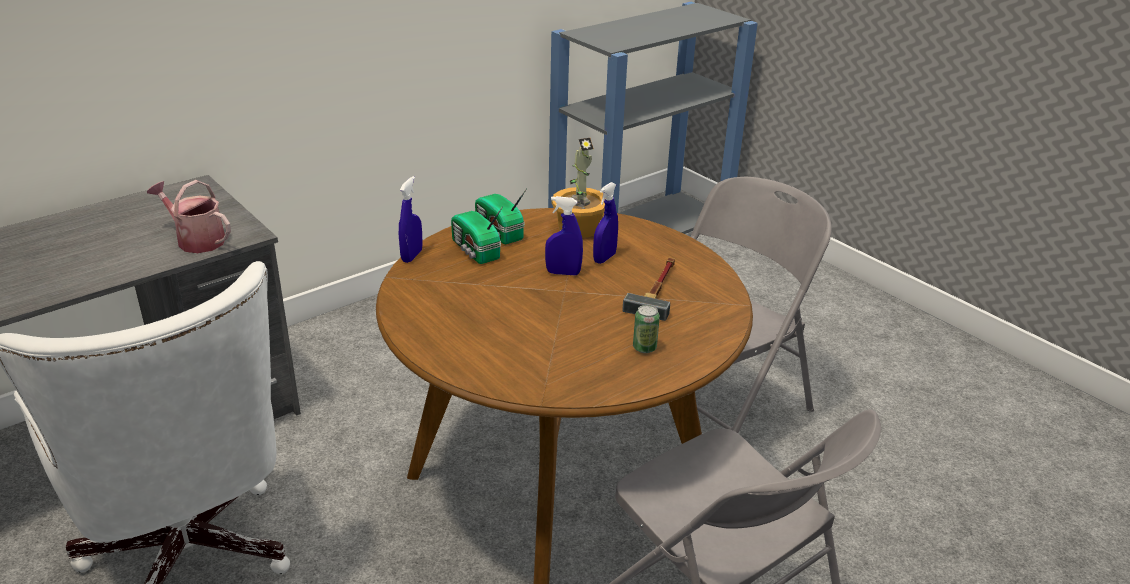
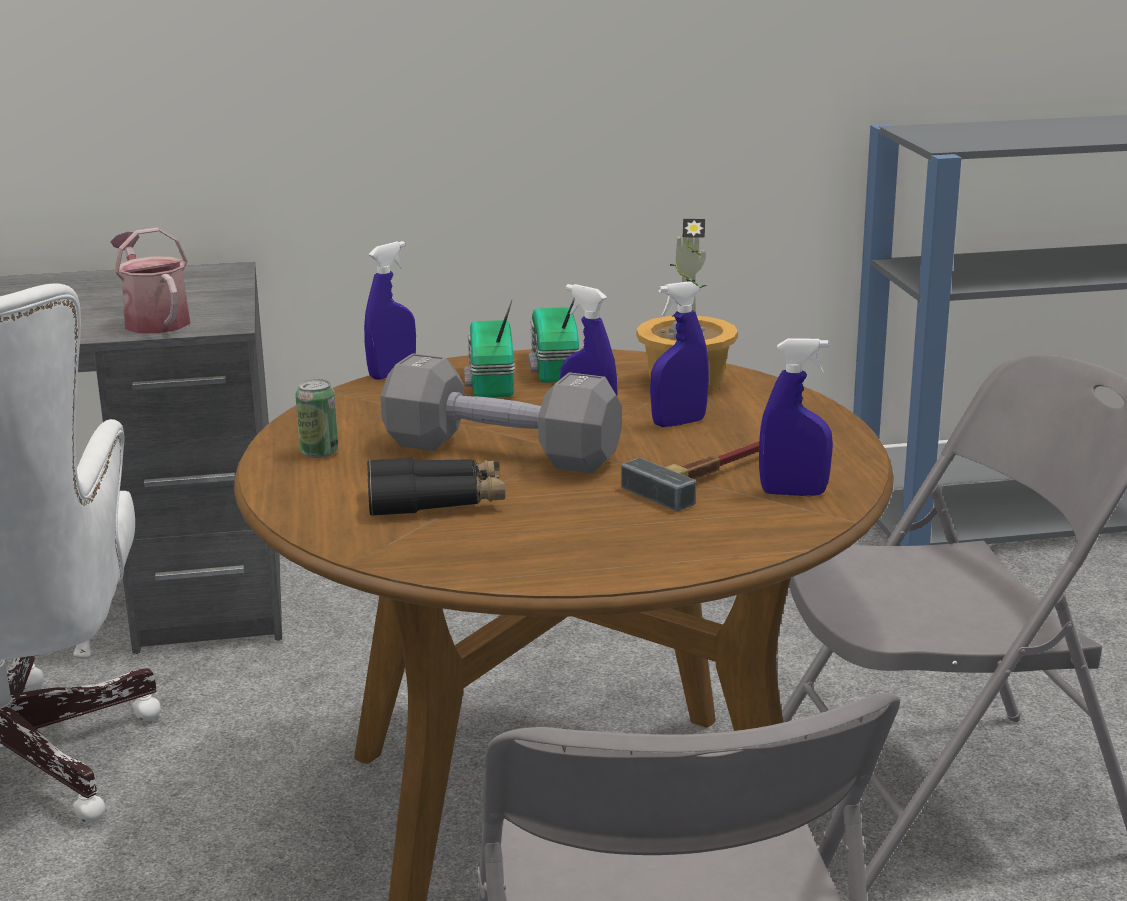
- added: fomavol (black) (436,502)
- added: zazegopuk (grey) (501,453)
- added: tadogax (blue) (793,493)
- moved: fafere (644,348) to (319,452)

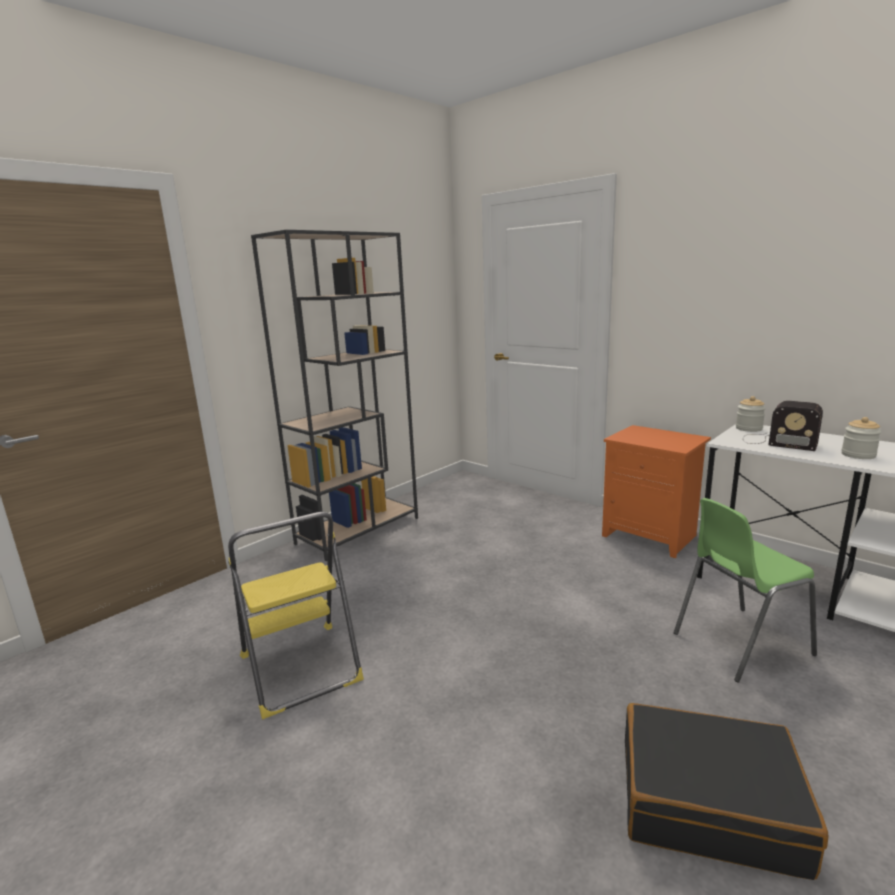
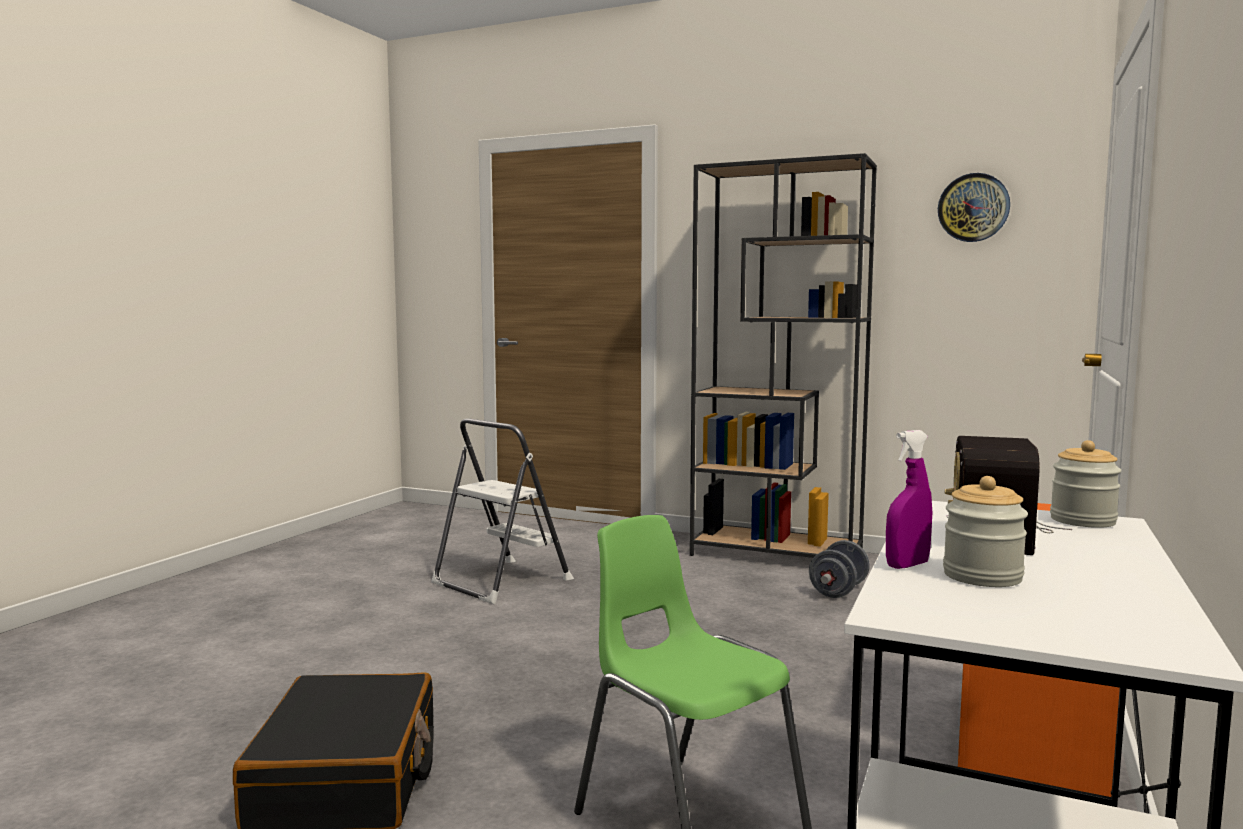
- added: zazegopuk (grey) (838,591)
- added: tadogax (purple) (907,565)
- added: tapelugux (973,207)
- recoloured: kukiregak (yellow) (300,670) to kukiregak (white) (497,582)

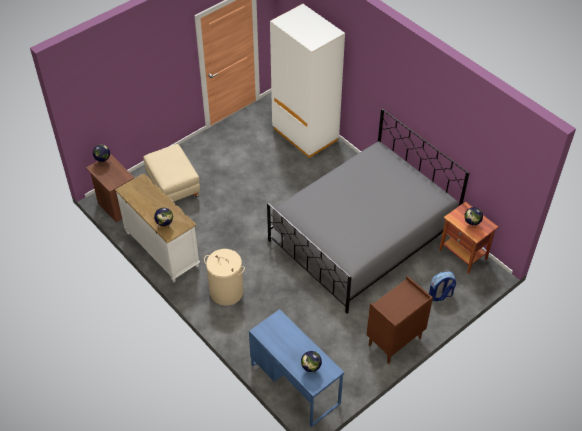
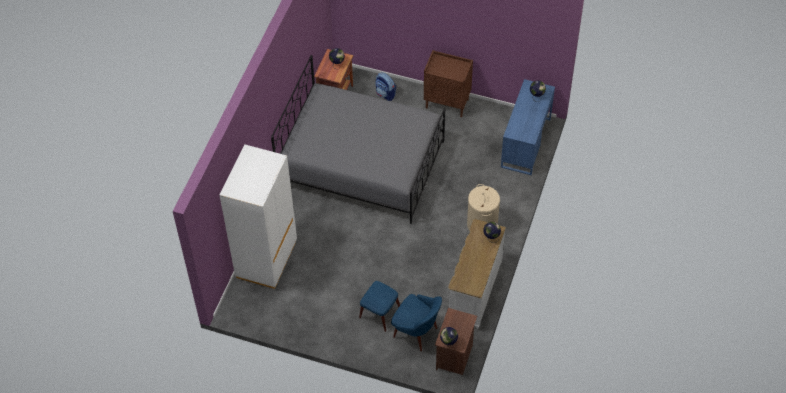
- replaced: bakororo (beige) (173,188) to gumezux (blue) (403,326)

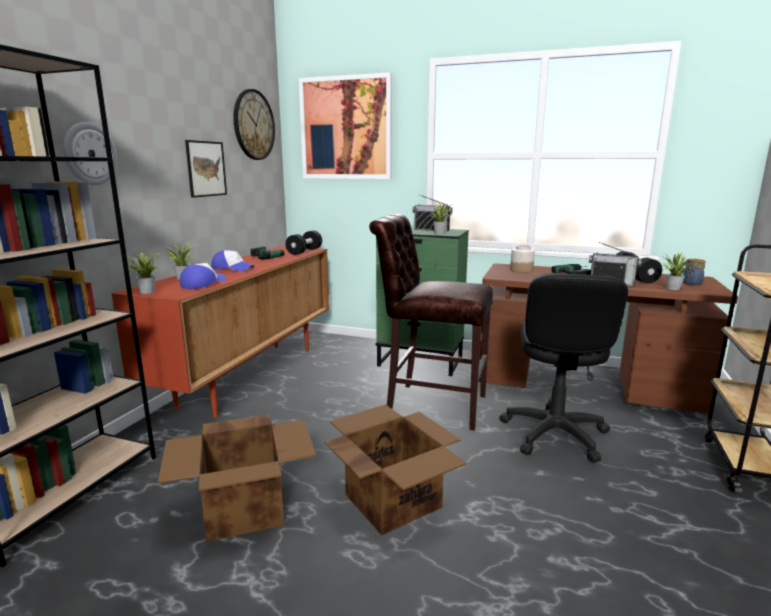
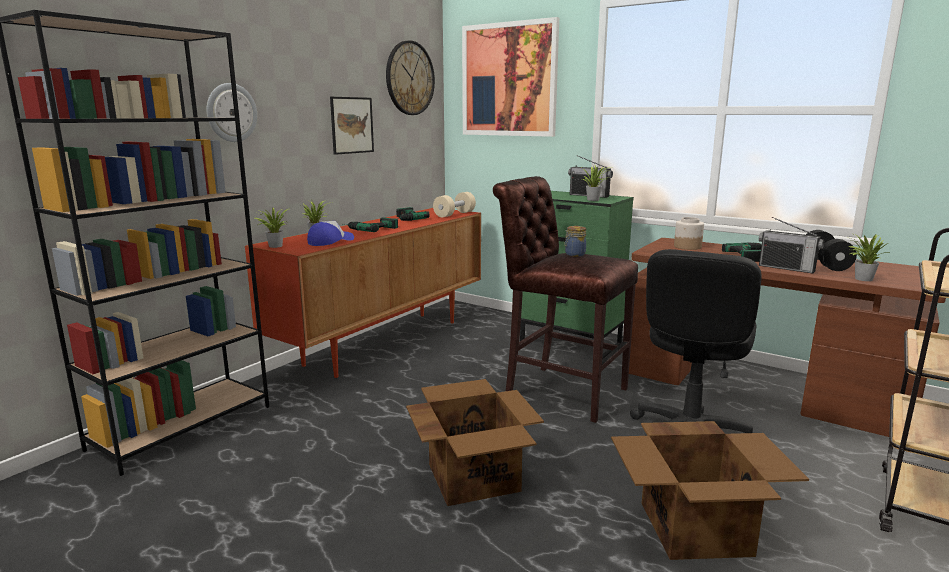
- moved: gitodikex (245,509) to (697,528)
- moved: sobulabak (691,283) to (574,254)
- replaced: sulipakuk (232,268) to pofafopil (369,228)
- recoloured: zazegopuk (black) (304,251) to zazegopuk (beige) (454,214)

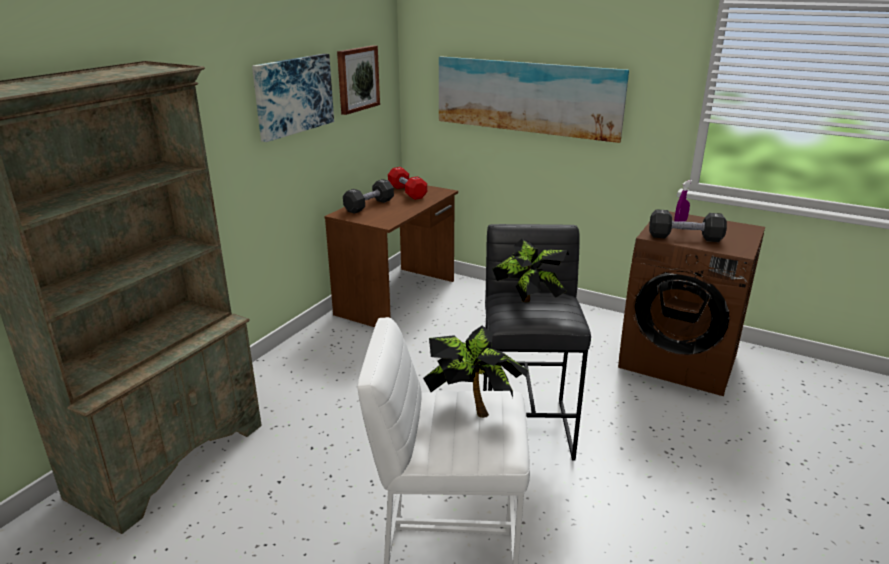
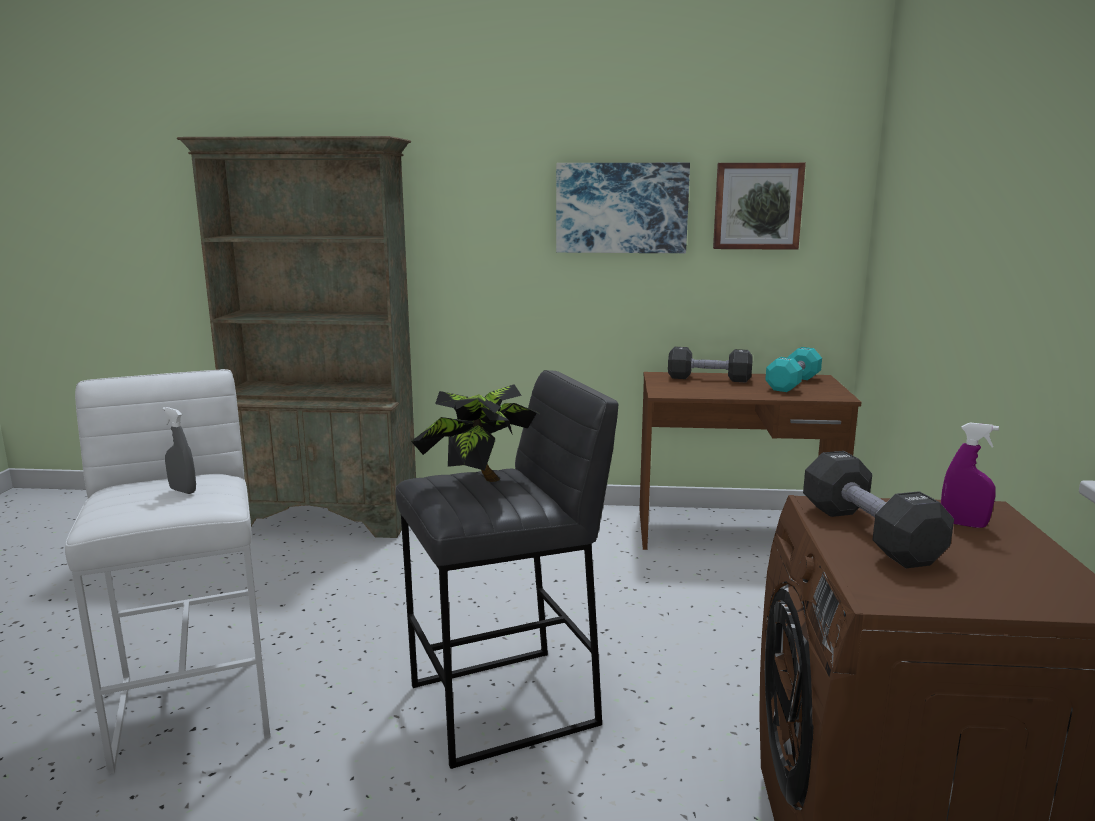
- removed: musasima (527,96)
- replaced: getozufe (473,408) to tadogax (grey) (183,490)
- recoloured: zazegopuk (red) (407,192) to zazegopuk (turquoise) (793,383)

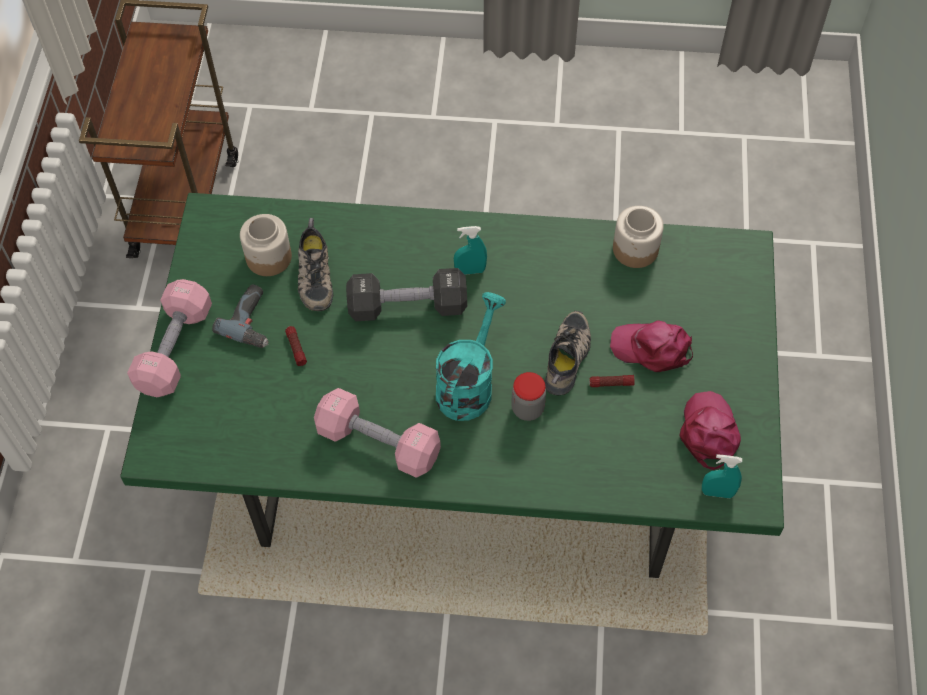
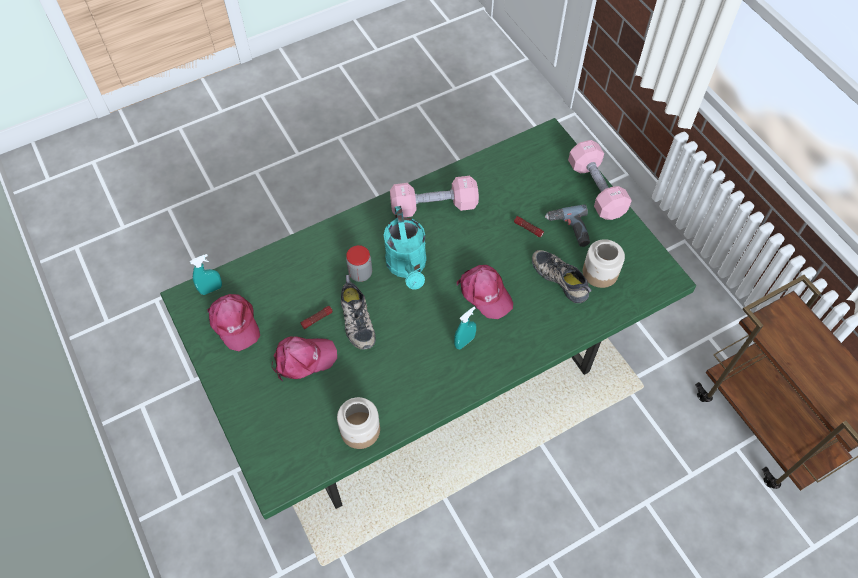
- replaced: zazegopuk (black) (407,306) to sulipakuk (pink) (485,293)

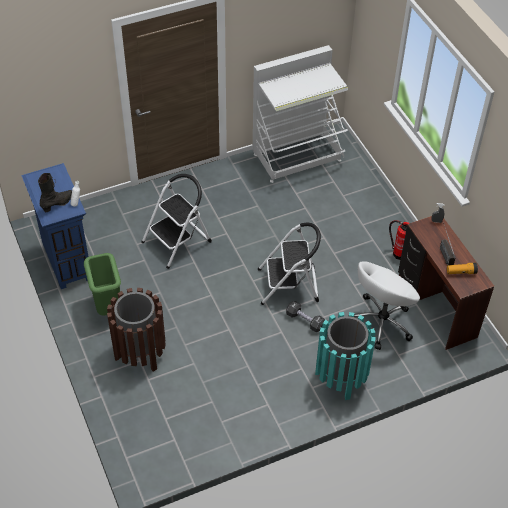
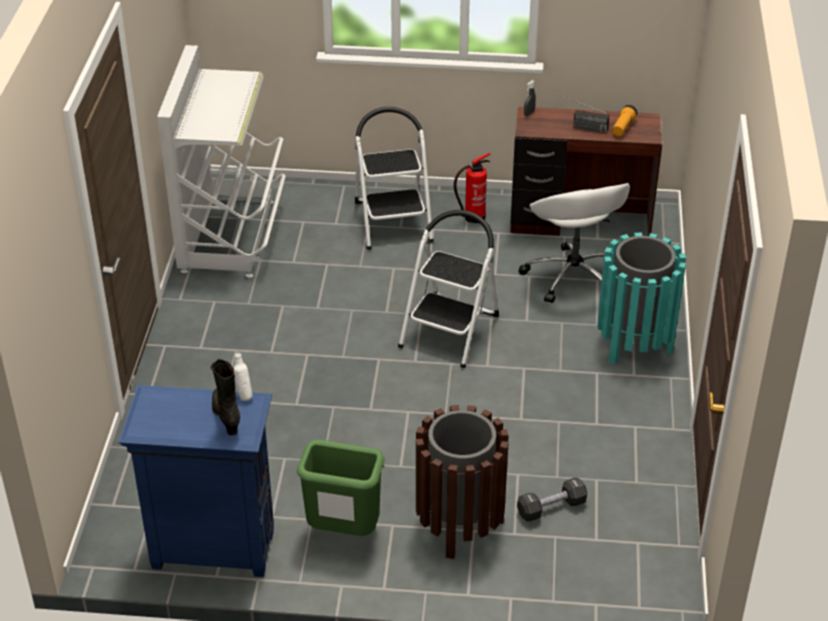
- moved: kukiregak (178,241) to (393,220)
- moved: zazegopuk (black) (305,320) to (551,508)

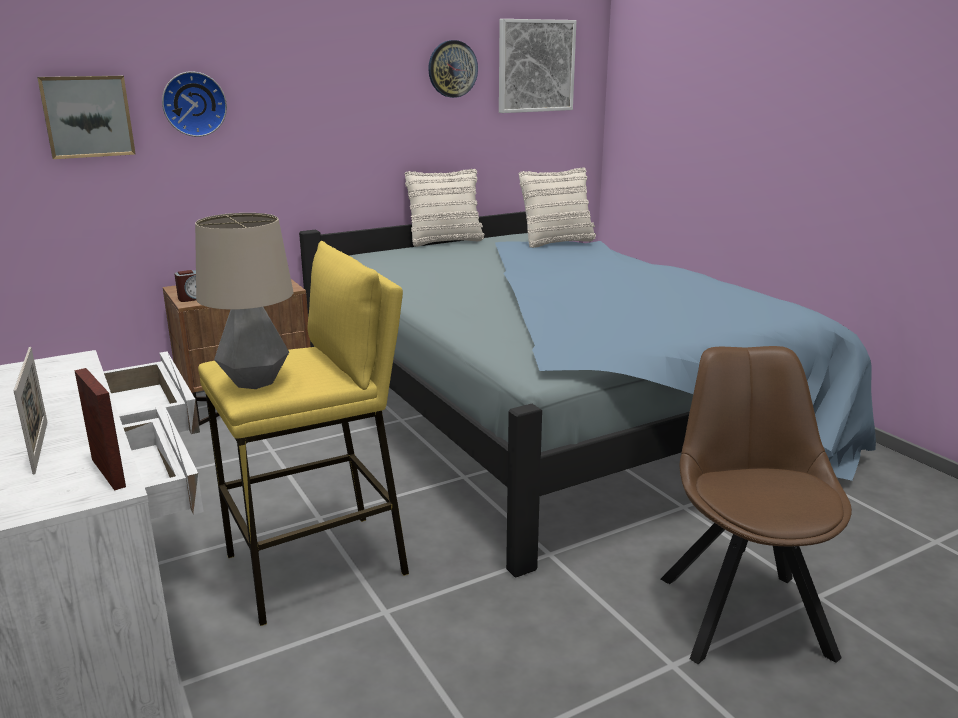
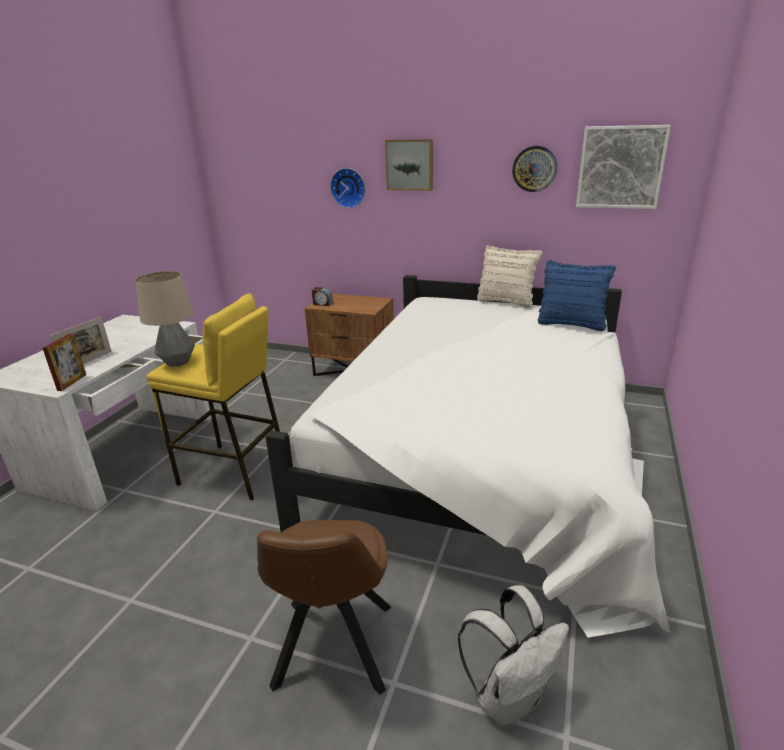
- added: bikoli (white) (510,696)
- moved: musasima (87,116) to (410,164)
- recoloured: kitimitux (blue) (556,415) to kitimitux (white) (483,457)
- recoloured: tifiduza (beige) (556,243) to tifiduza (blue) (571,325)
- turned: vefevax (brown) (742,613) = (334,648) 135 degrees clockwise

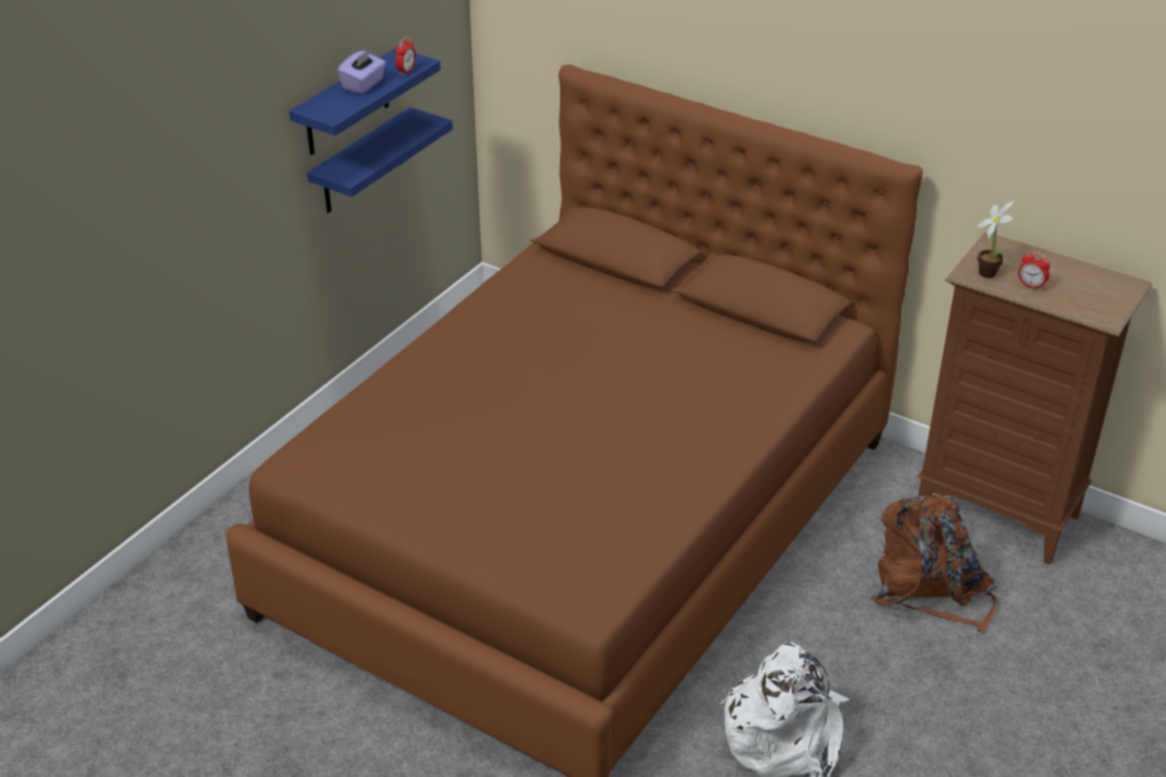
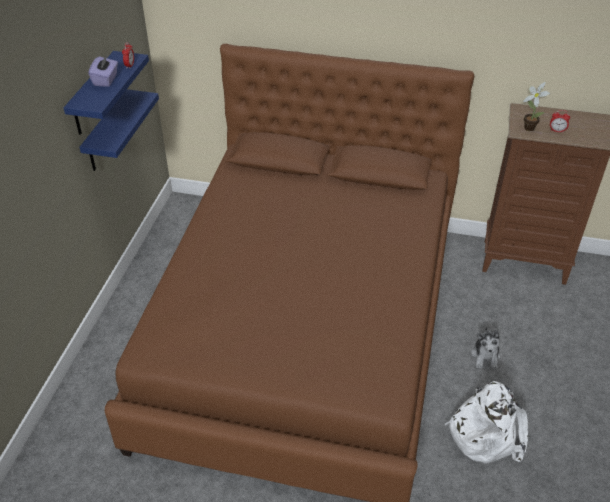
- removed: bikoli (brown) (930,589)
- added: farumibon (485,356)

